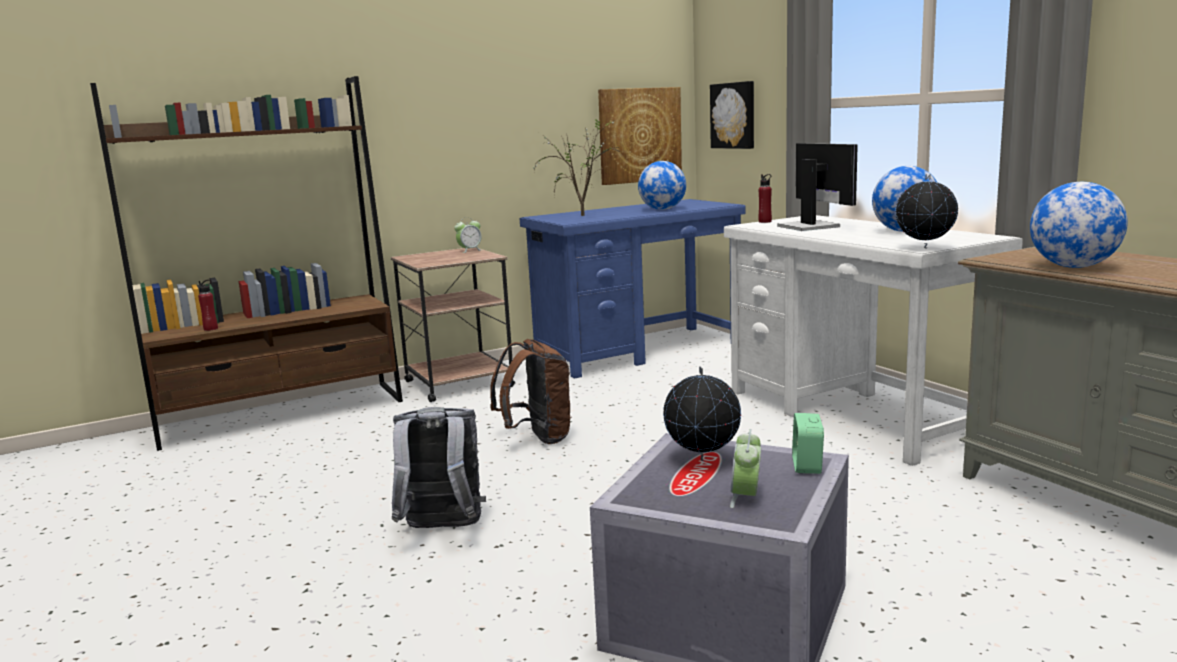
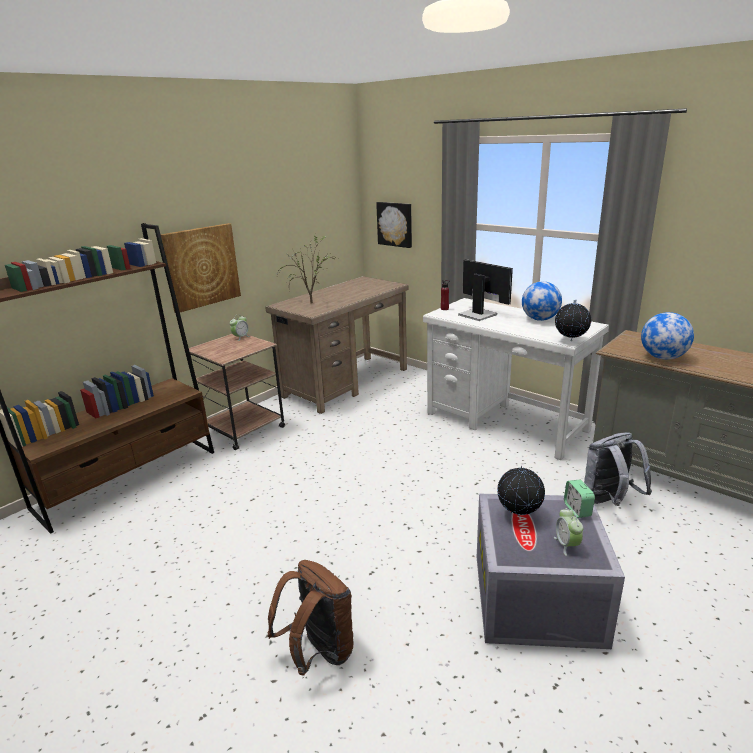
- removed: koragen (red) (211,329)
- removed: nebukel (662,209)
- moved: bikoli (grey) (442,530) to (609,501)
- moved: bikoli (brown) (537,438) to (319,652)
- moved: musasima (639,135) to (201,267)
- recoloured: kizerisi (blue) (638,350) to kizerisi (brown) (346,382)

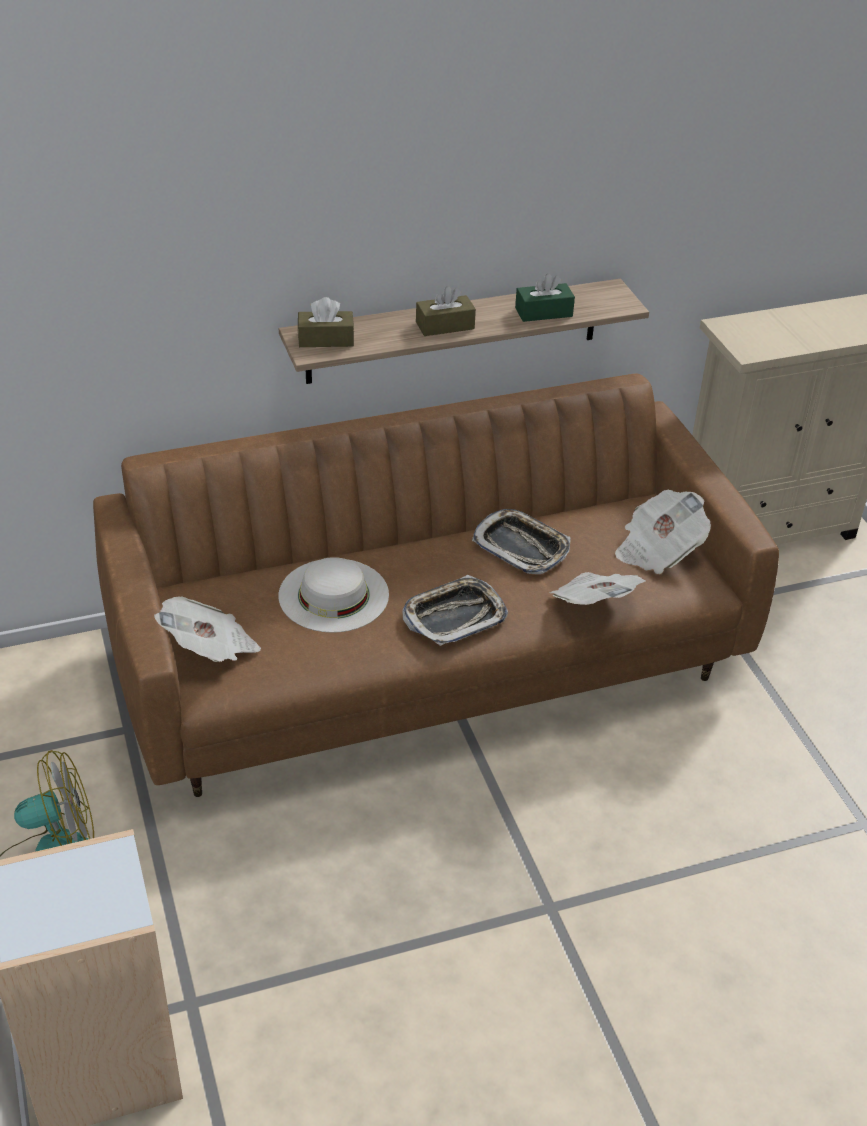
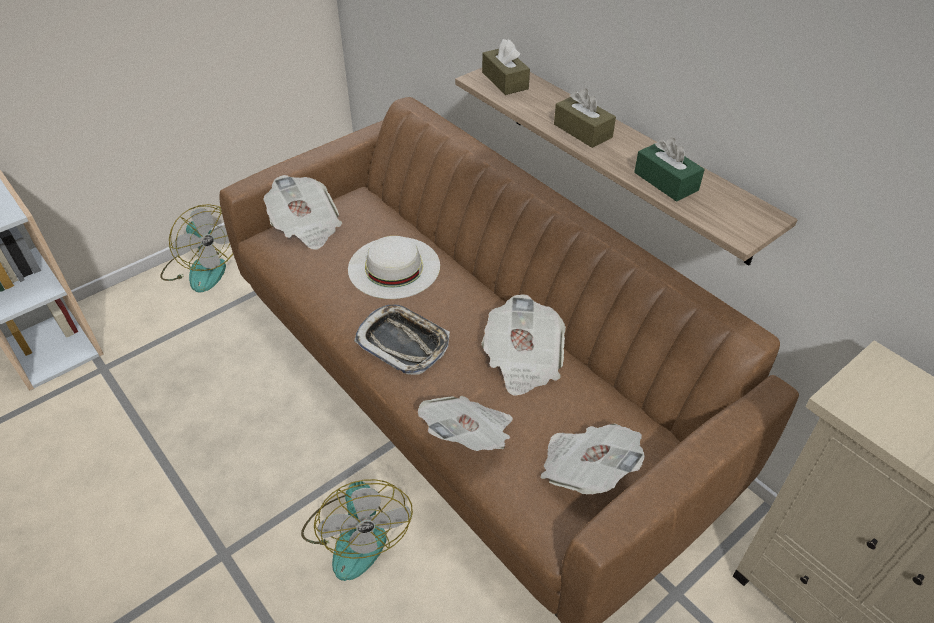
- added: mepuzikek (356,534)
- replaced: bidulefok (521,547) to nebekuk (522,361)

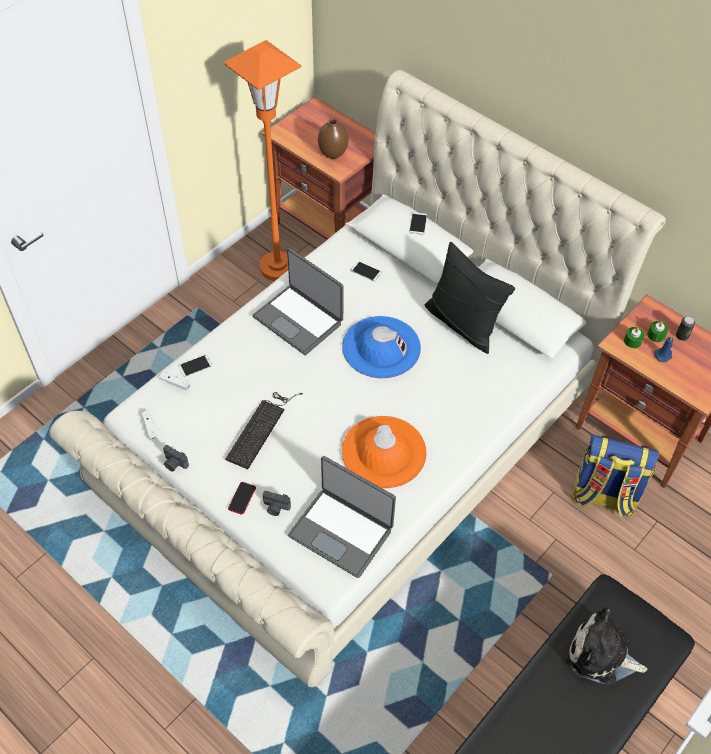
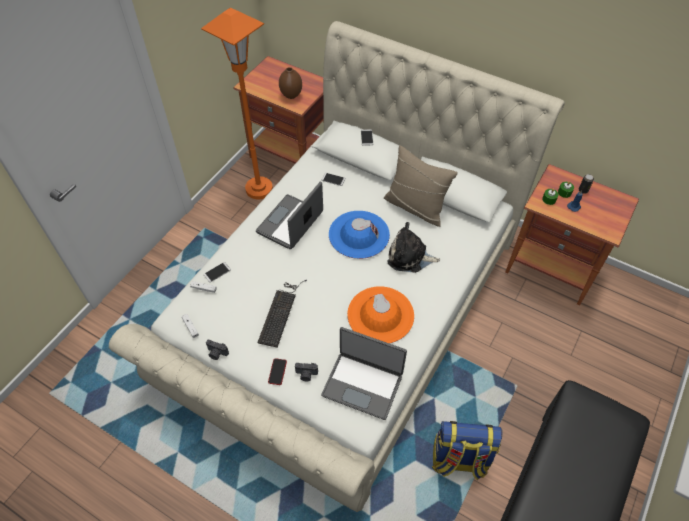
- moved: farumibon (601,655) to (409,257)
- moved: bikoli (603,496) to (458,460)
- recoloured: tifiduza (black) (463,323) to tifiduza (beige) (415,207)
- turned: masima (299,319) = (291,223) 90 degrees clockwise

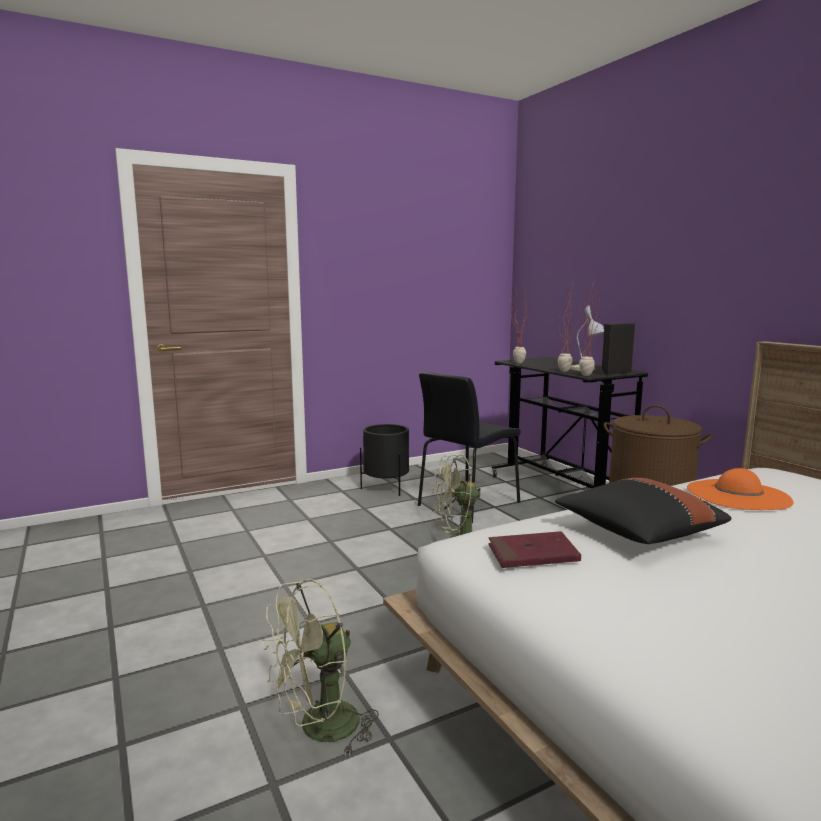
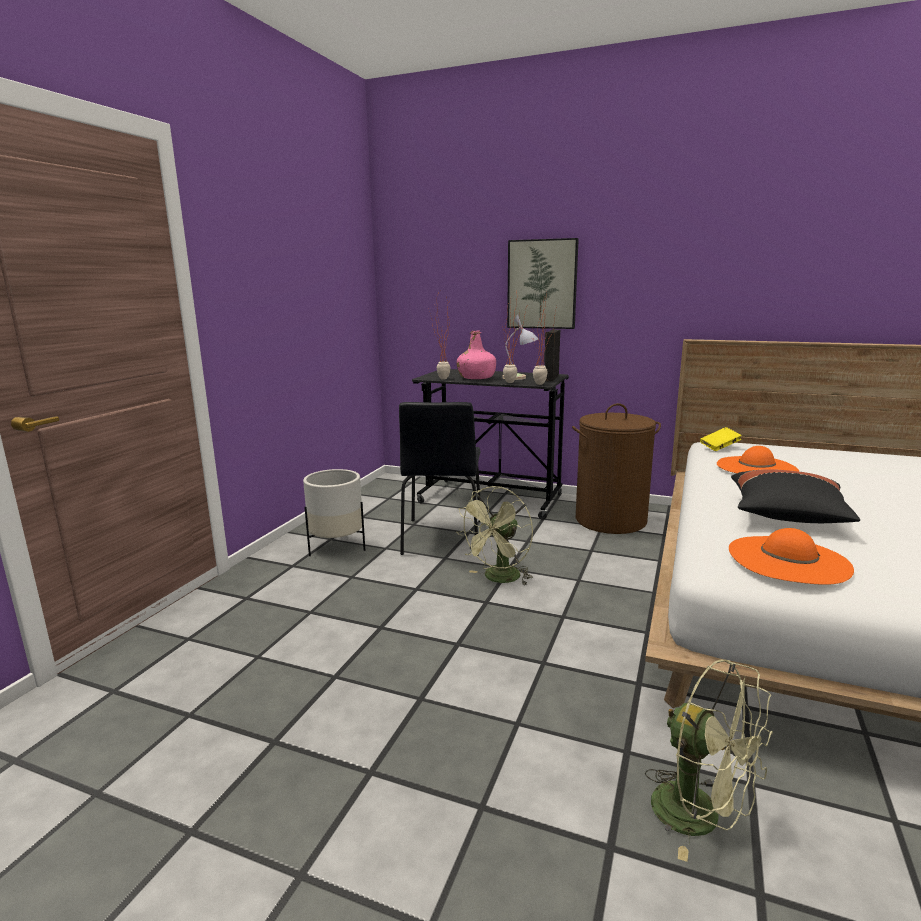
- added: koragen (pink) (476,377)
- added: musasima (542,284)
- added: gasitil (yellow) (719,447)
- replaced: gasitil (red) (532,554) to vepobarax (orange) (788,559)
- recoloured: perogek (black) (386,488) to perogek (white) (337,546)
- turned: mepuzikek (green) (319,730) = (701,817) 60 degrees counterclockwise

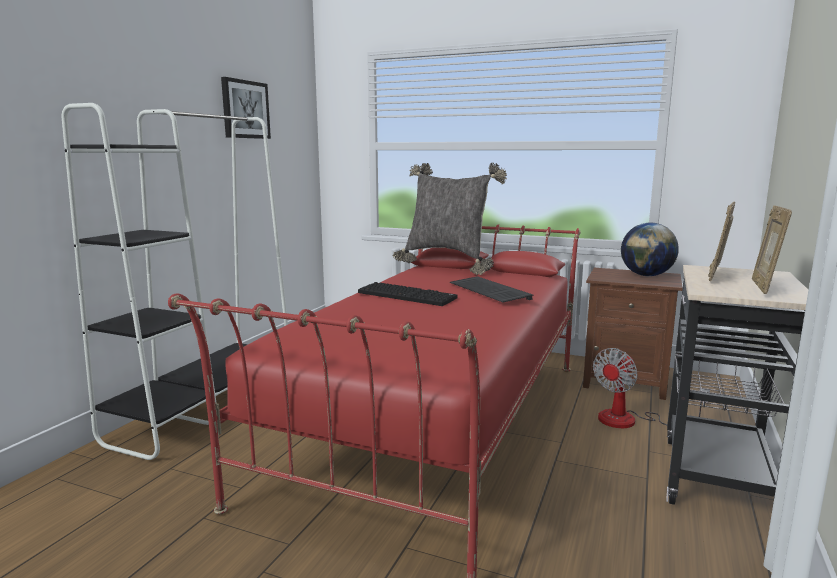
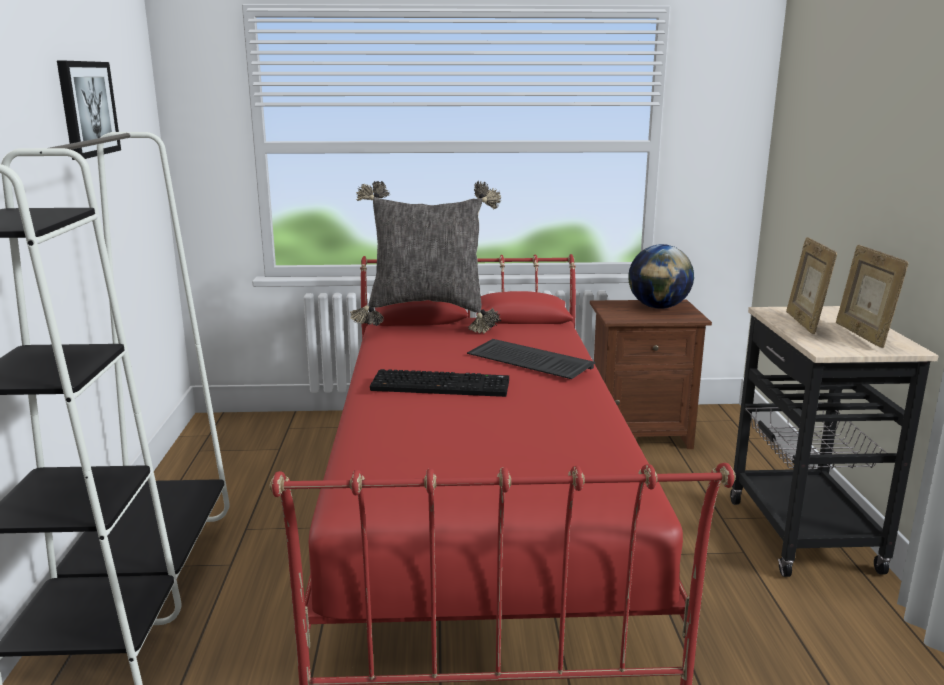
- removed: mepuzikek (630,420)

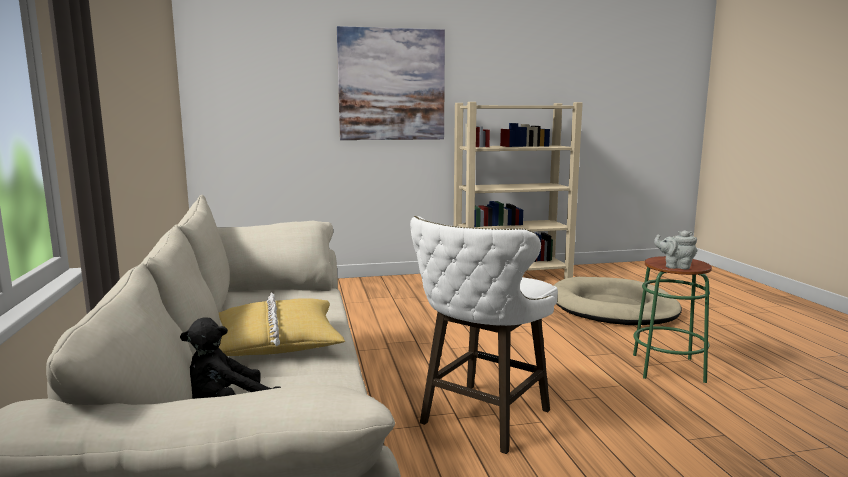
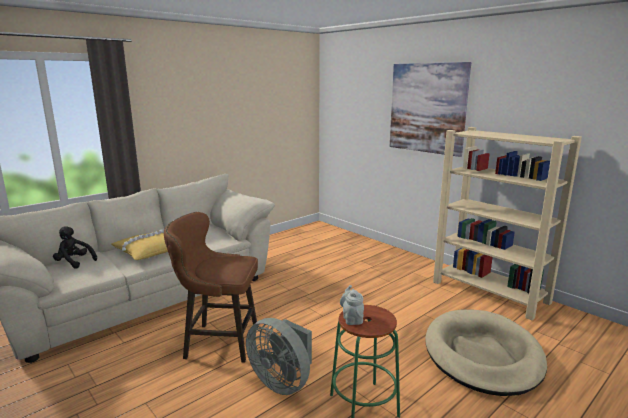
- added: mepuzikek (grey) (282,382)
- recoloured: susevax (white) (482,419) to susevax (brown) (218,342)

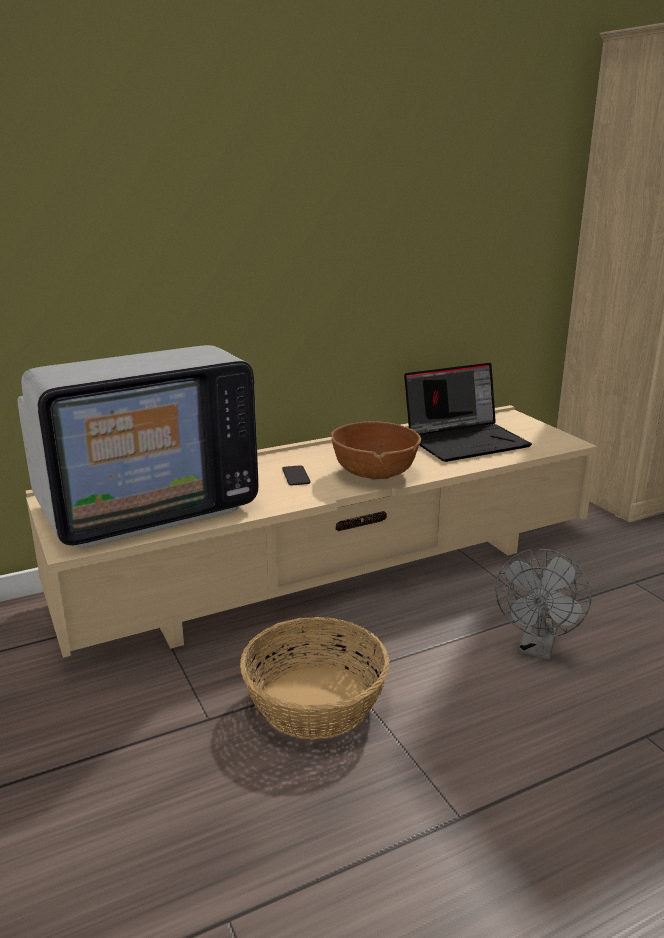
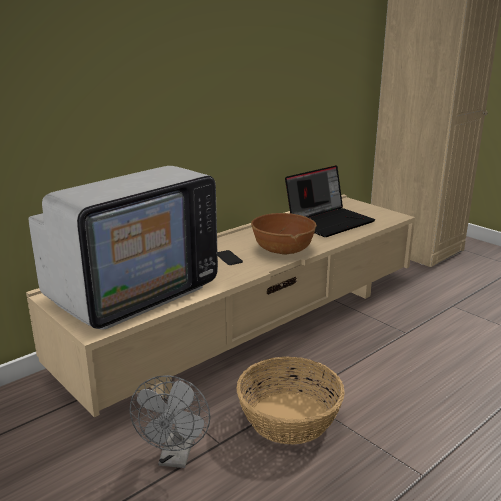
- moved: mepuzikek (grey) (537,648) to (176,457)

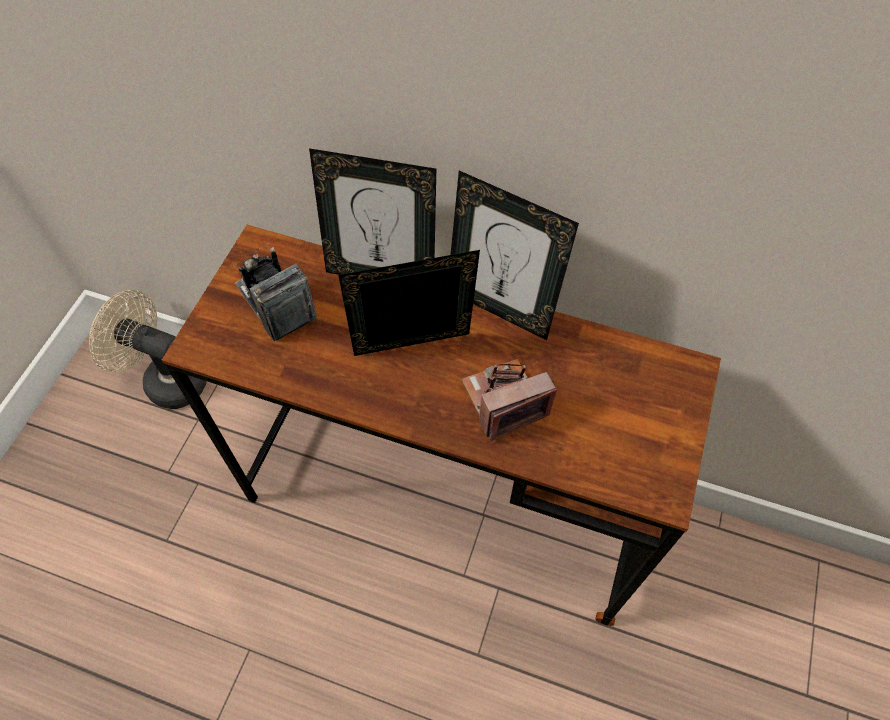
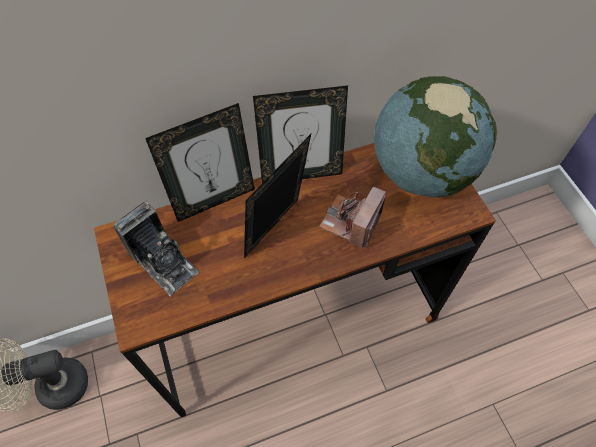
- added: nebukel (421,172)
- turned: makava (276,302) = (163,262) 150 degrees counterclockwise

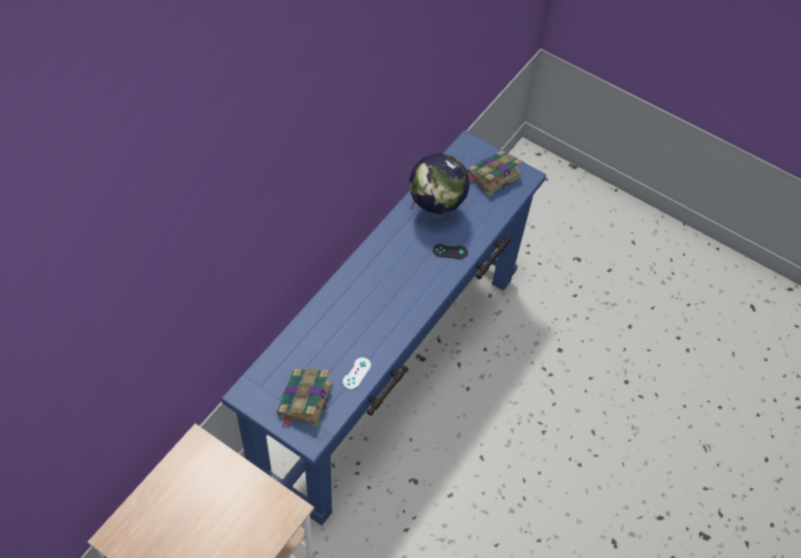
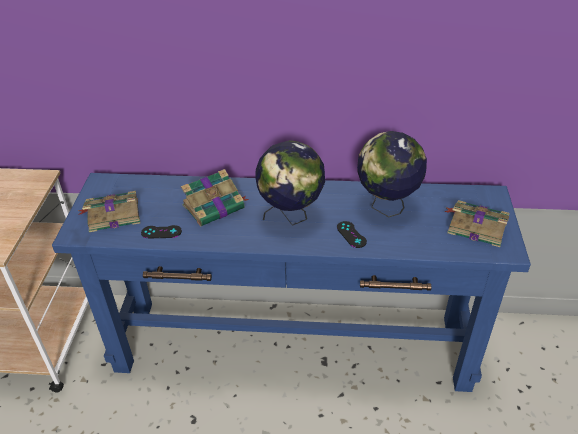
- added: gasitil (215,206)
- added: nebukel (291,217)
- recoloured: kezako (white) (356,373) to kezako (black) (161,232)

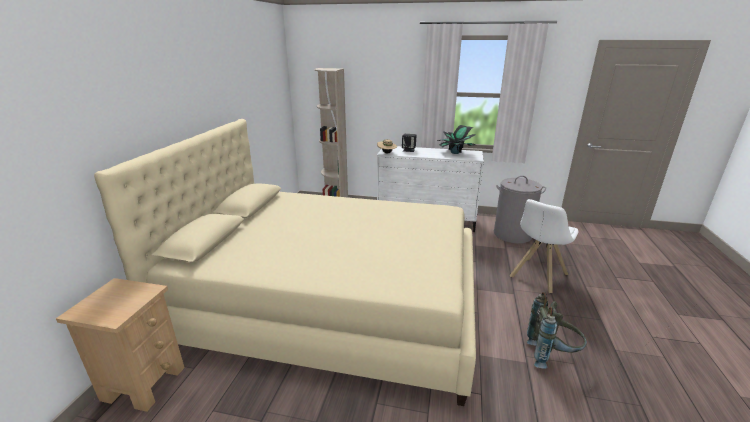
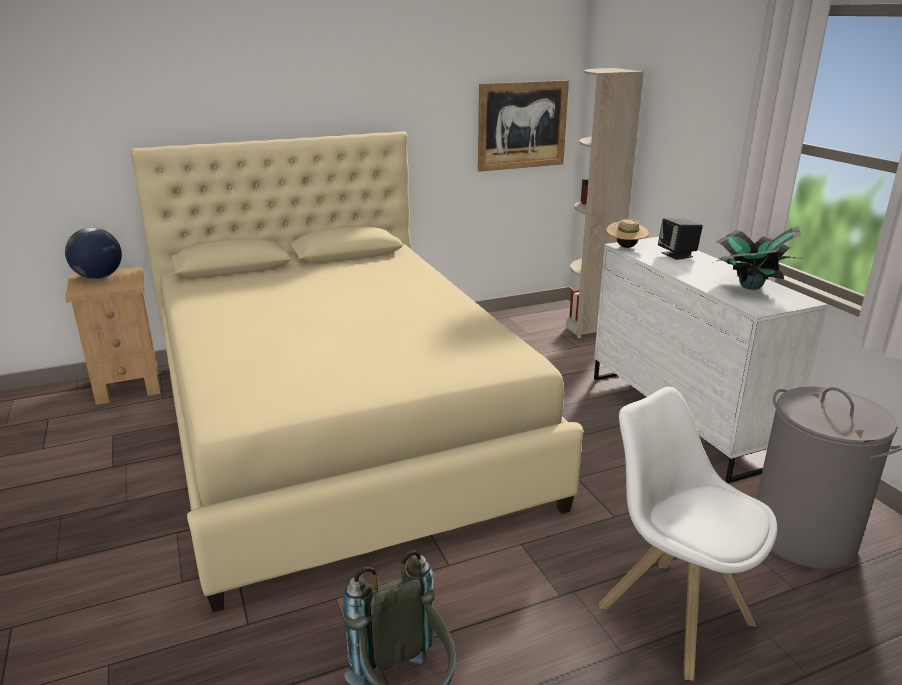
- added: nebukel (98,277)
- added: musasima (522,125)
- turned: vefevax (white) (537,275) = (674,615) 45 degrees clockwise

